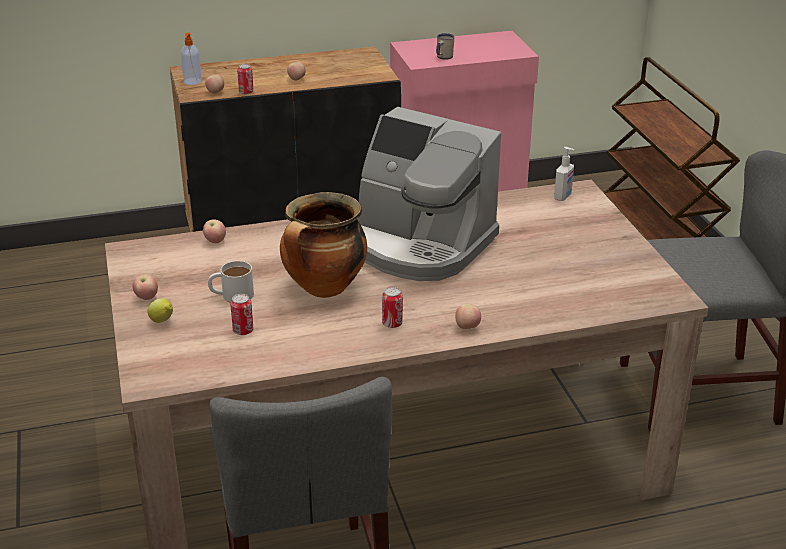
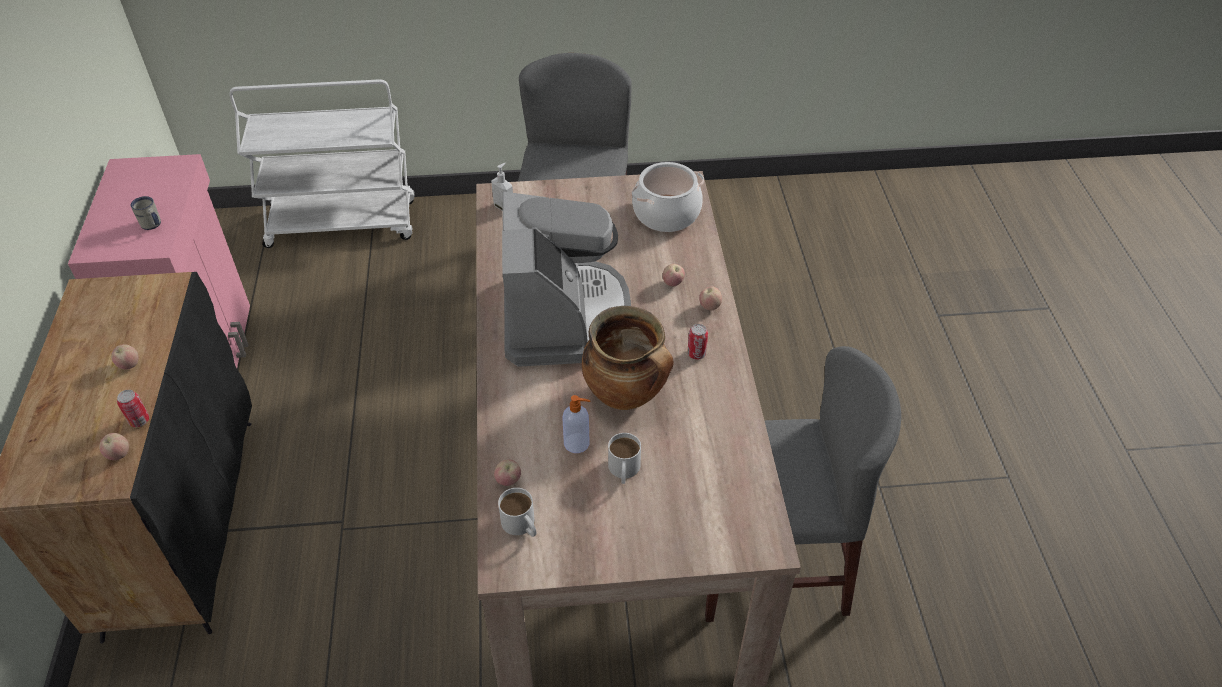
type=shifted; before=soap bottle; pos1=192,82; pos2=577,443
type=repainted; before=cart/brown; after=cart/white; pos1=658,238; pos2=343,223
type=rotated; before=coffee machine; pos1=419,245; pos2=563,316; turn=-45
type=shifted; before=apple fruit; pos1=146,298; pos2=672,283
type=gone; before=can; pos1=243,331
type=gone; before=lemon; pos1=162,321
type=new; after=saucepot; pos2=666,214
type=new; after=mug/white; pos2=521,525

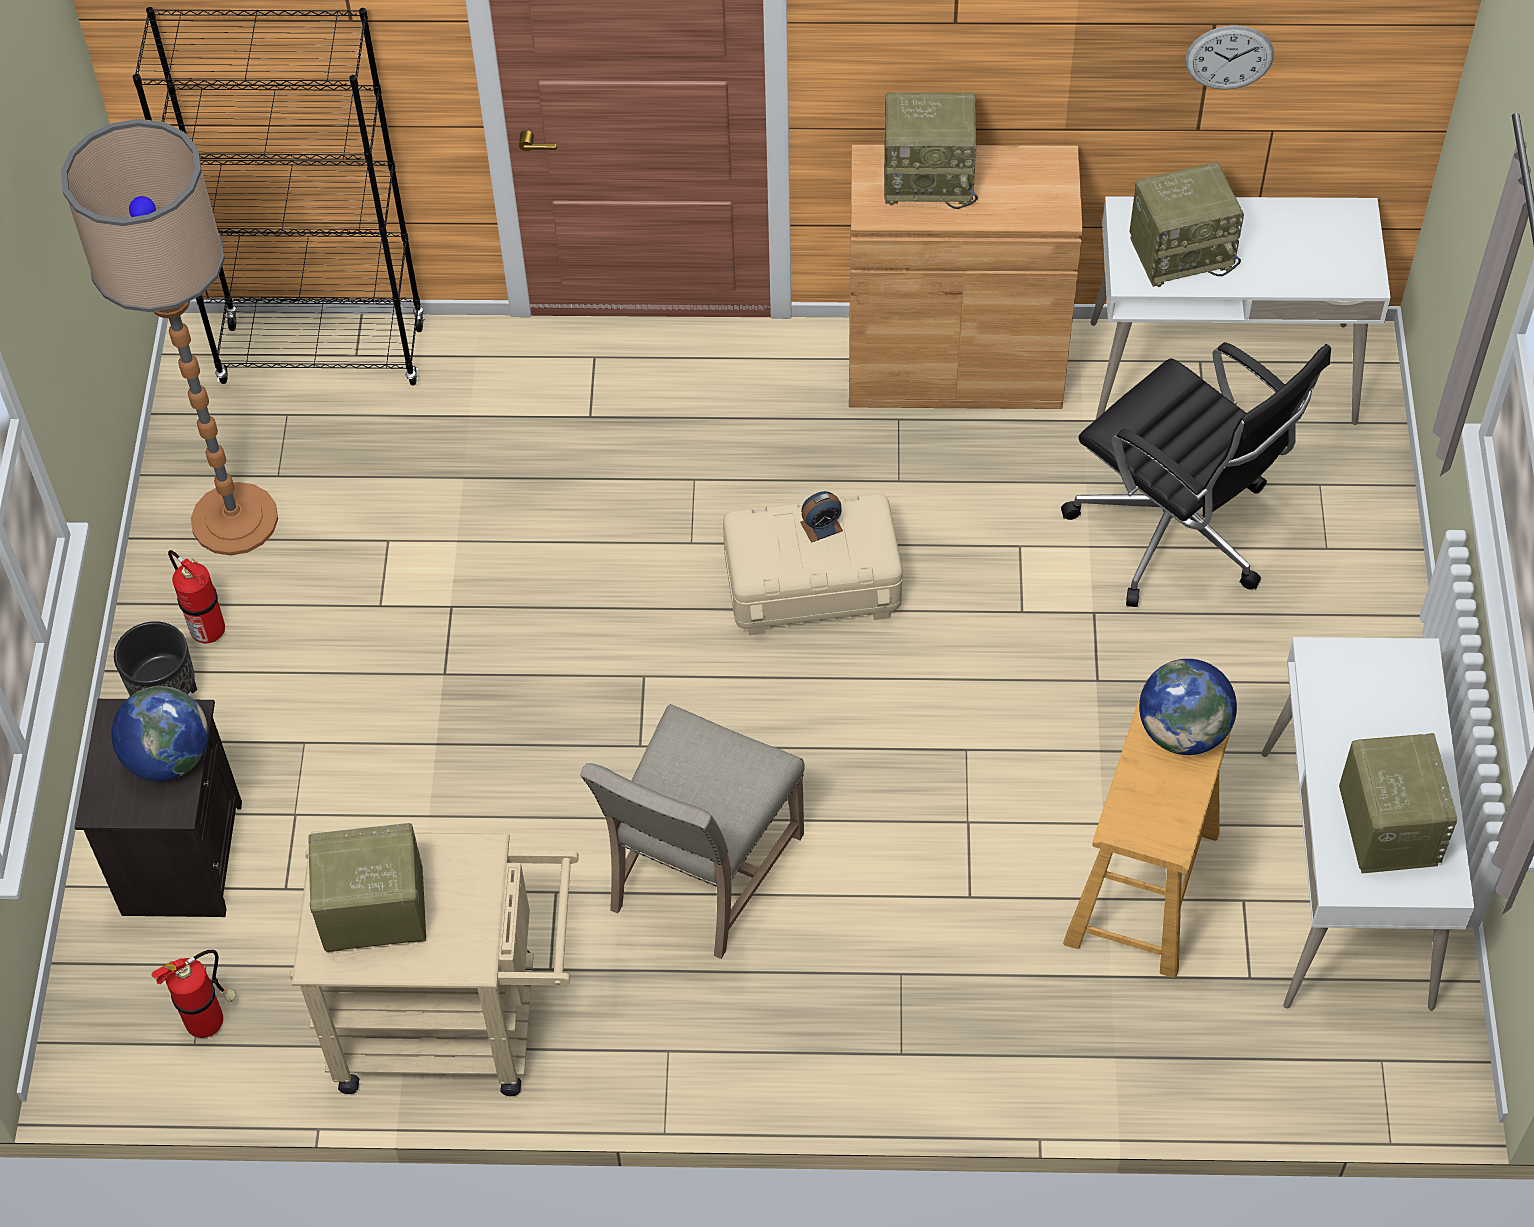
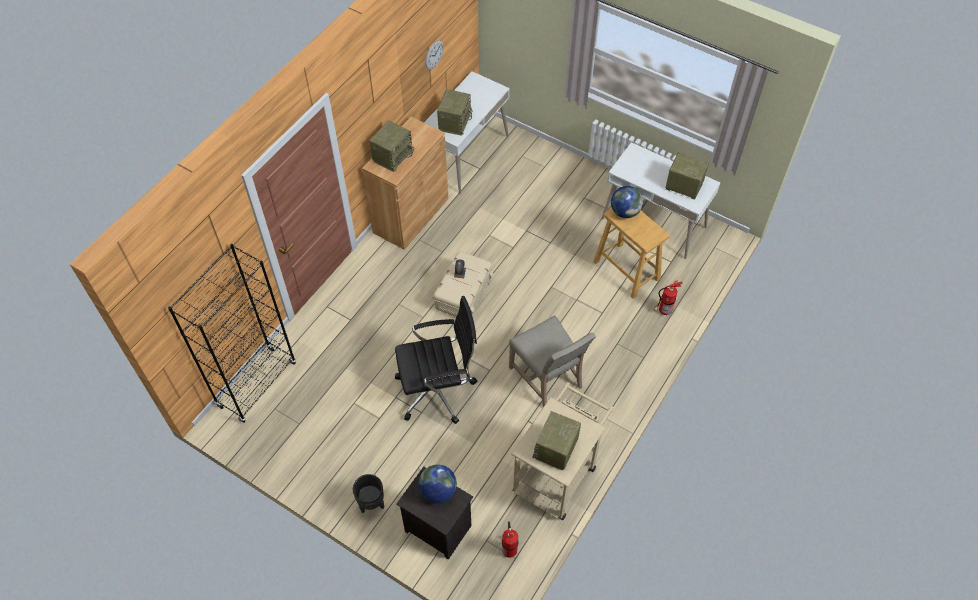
type=gone; before=standing lamp; pos1=234,519
type=shifted; before=desk chair/black; pos1=1177,532; pos2=438,390
type=shifted; before=extinguisher; pos1=206,629; pos2=663,311

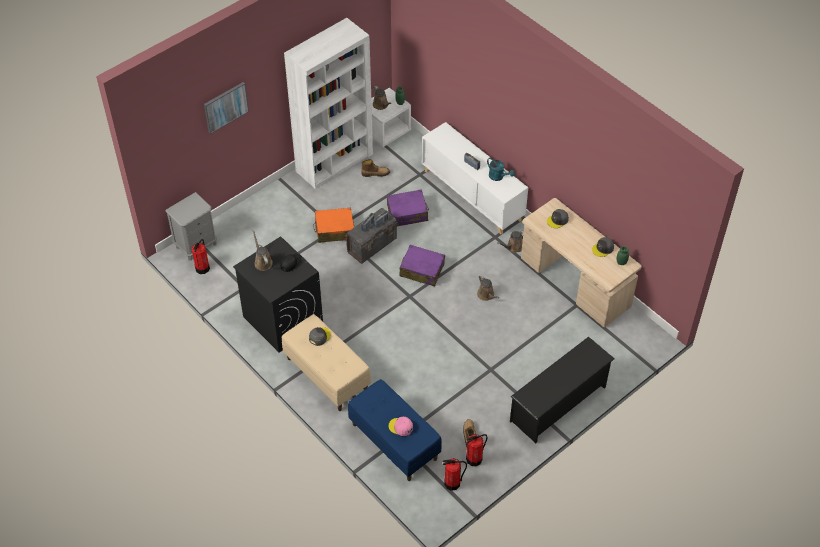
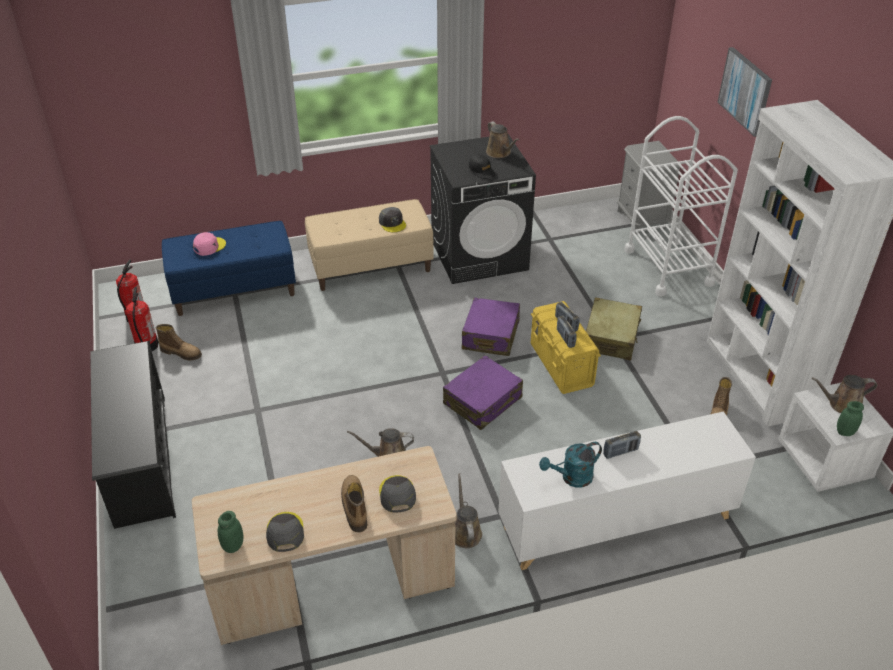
type=shifted; before=travel case/purple-coloured; pos1=407,213; pos2=490,335
type=repainted; before=travel case/orange; after=travel case/sand-coloured; pos1=334,230; pos2=611,337
type=repainted; before=storage box/grey; after=storage box/yellow; pos1=372,245; pos2=561,365
type=rotated; before=watering can/brown; pos1=262,262; pos2=499,153; turn=60
type=gone; before=extinguisher; pos1=202,268
type=new; after=cart/white; pos2=668,267
type=new; after=high-top boot; pos2=354,507

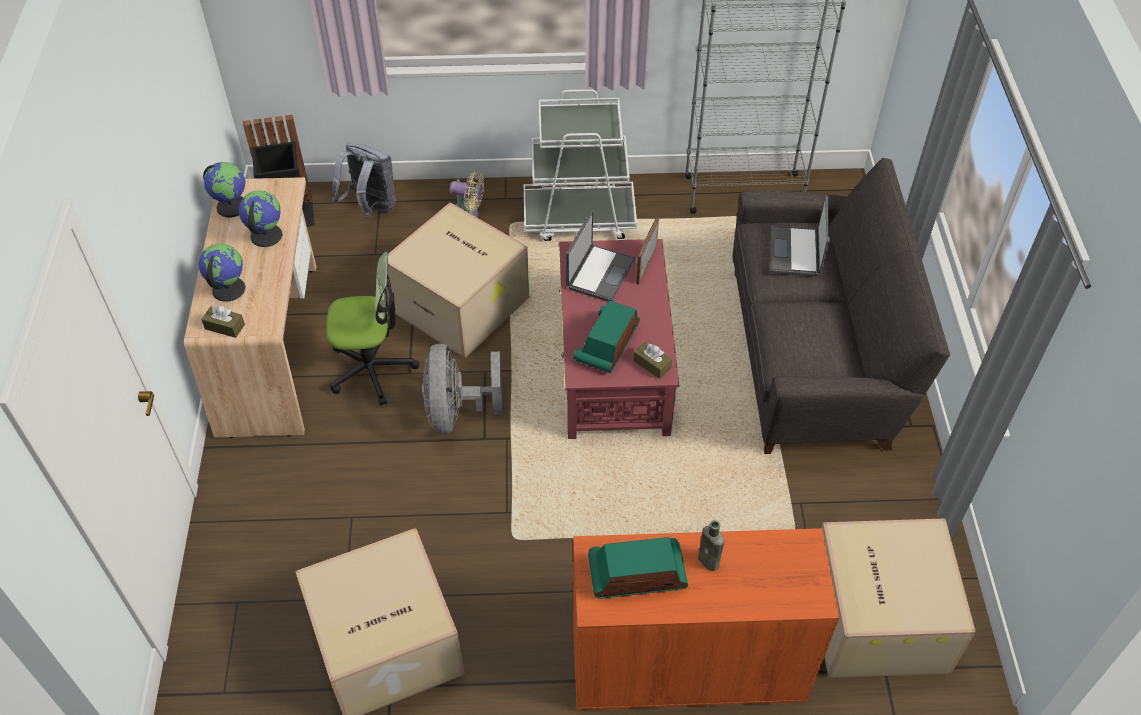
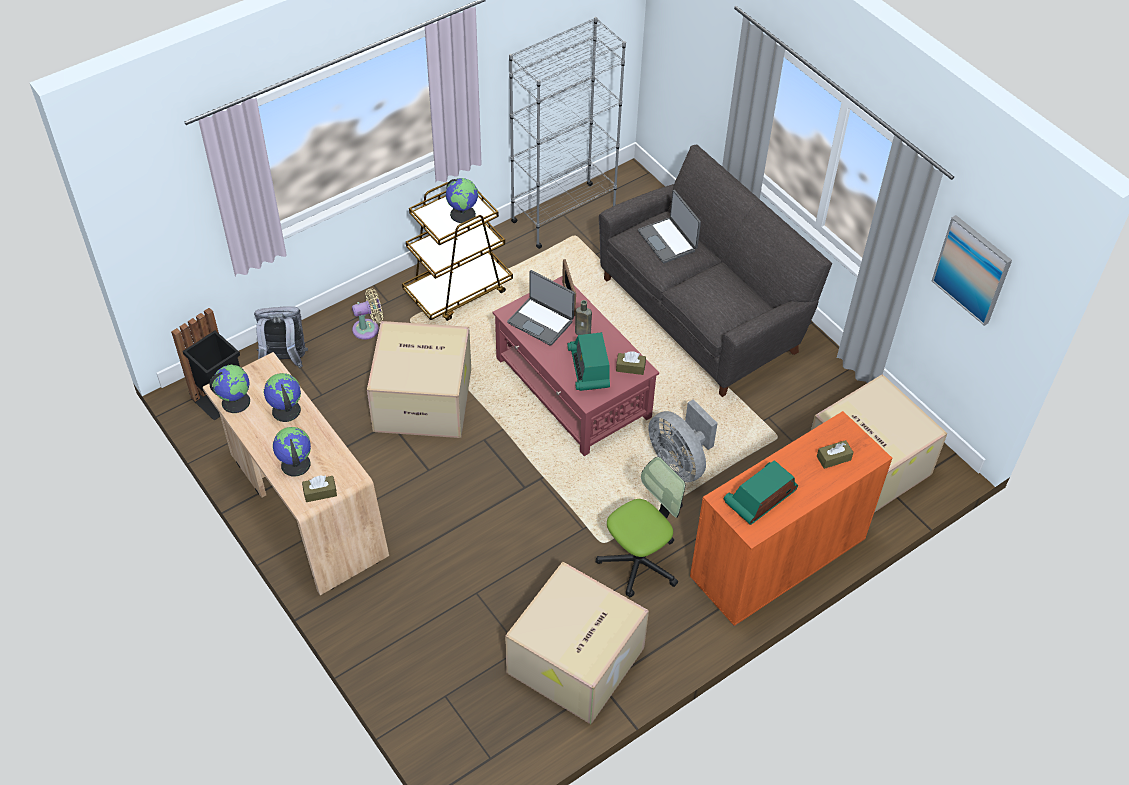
type=repainted; before=cart/white; after=cart/brown; pos1=580,218; pos2=458,290
type=rotated; before=portable computer; pos1=599,273; pos2=541,321; turn=135
type=shifted; before=desk chair; pos1=372,369; pos2=639,562
type=shifted; before=cooling fan/grey; pos1=457,412; pos2=679,462
type=shifted; before=beverage bottle/brown; pos1=710,562; pos2=584,332
type=new; after=globe; pos2=463,213
type=new; after=wall art; pos2=972,269
type=new; after=box of tissues/brown; pos2=833,458

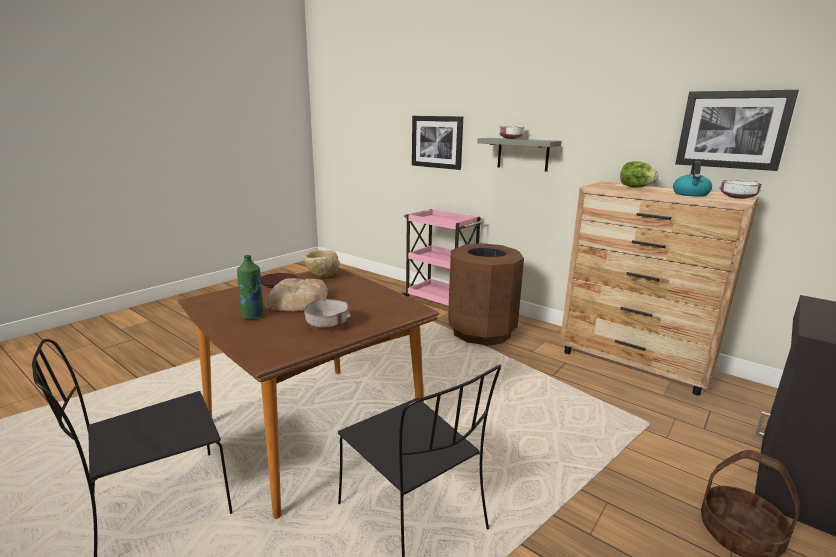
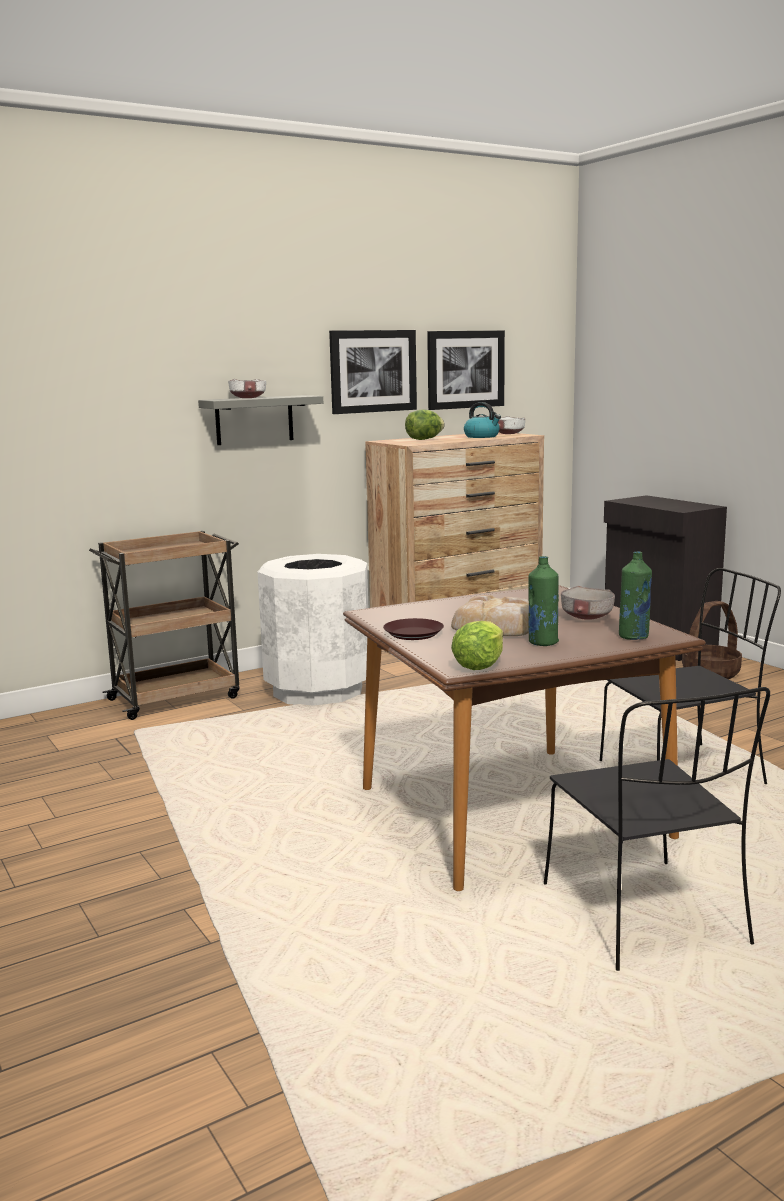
type=shifted; before=wall art; pos1=437,142; pos2=373,371
type=repainted; before=cart/pink-coloured; after=cart/brown; pos1=440,301; pos2=176,698
type=repainted; before=trash can/brown; after=trash can/white; pos1=481,332; pos2=318,690
type=gone; before=bowl/sand-coloured; pos1=322,276
type=new; after=beverage bottle/green; pos2=634,637
type=new; after=lettuce; pos2=479,665

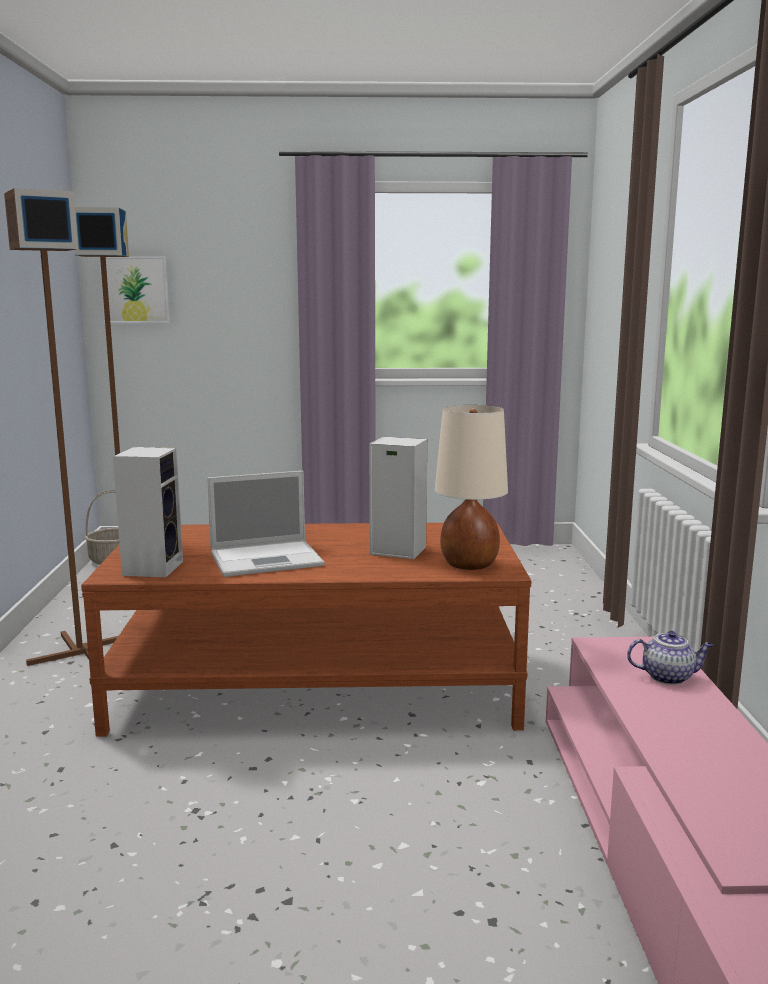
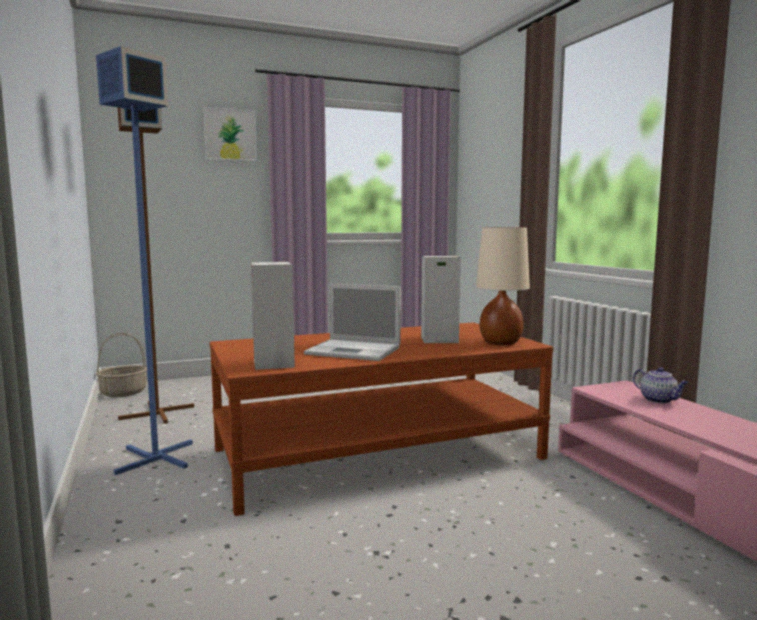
type=repainted; before=standing lamp/brown; after=standing lamp/bluish; pos1=78,651; pos2=154,458
type=shifted; before=wall art; pos1=135,289; pos2=230,135
type=rotated; before=portable computer; pos1=268,559; pos2=355,351; turn=60
type=rotated; before=tea pot; pos1=668,677; pos2=659,400; turn=75

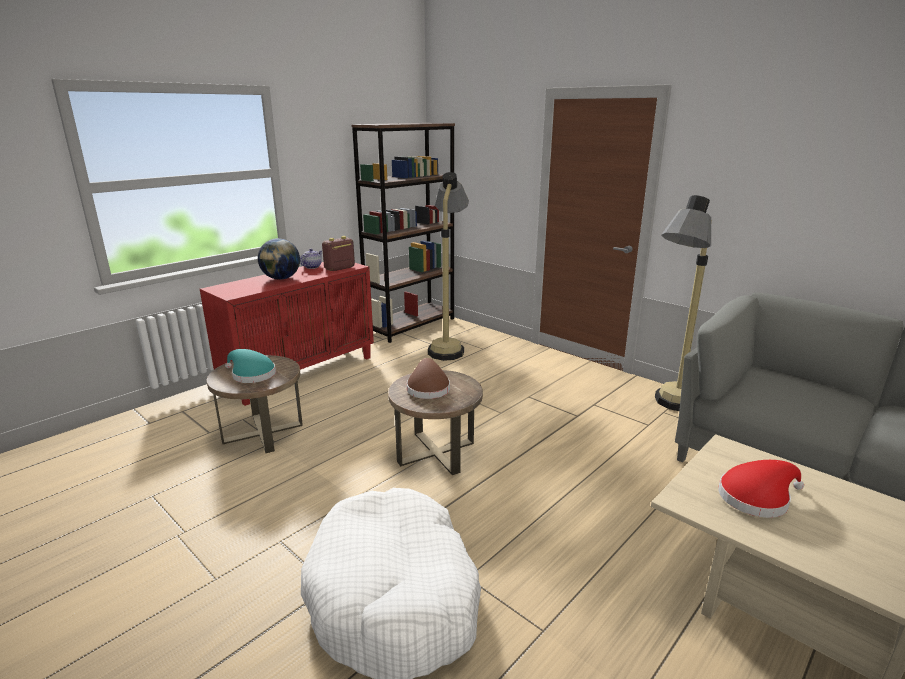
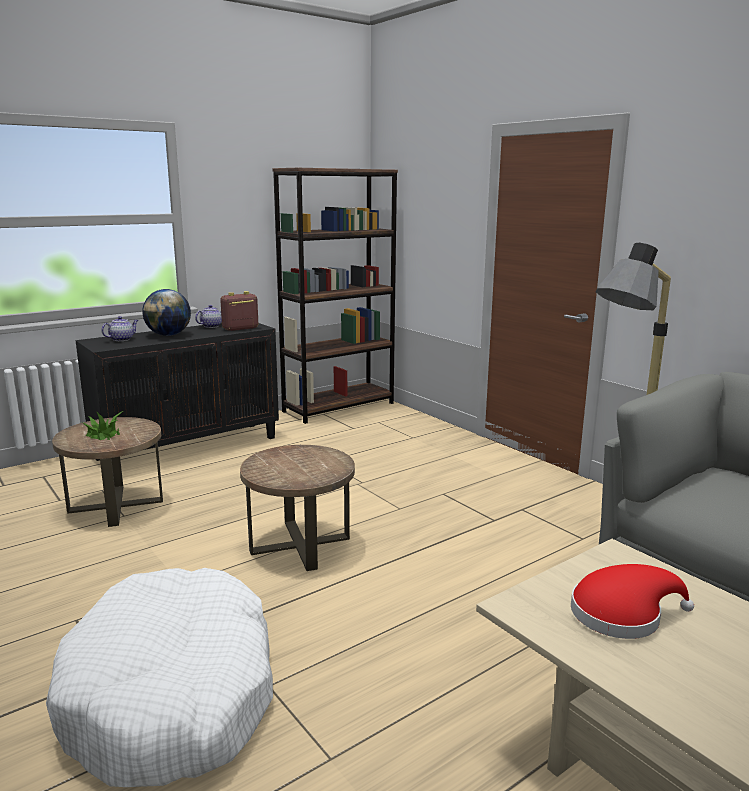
type=gone; before=standing lamp; pos1=448,346
type=repainted; before=storage cabinet/reddish; after=storage cabinet/black; pos1=301,372; pos2=189,447
type=swapped; before=clothing hat/blue-green; after=houseplant; pos1=251,374; pos2=103,435
type=gone; before=clothing hat/brown; pos1=428,388
type=new; after=tea pot; pos2=122,339

